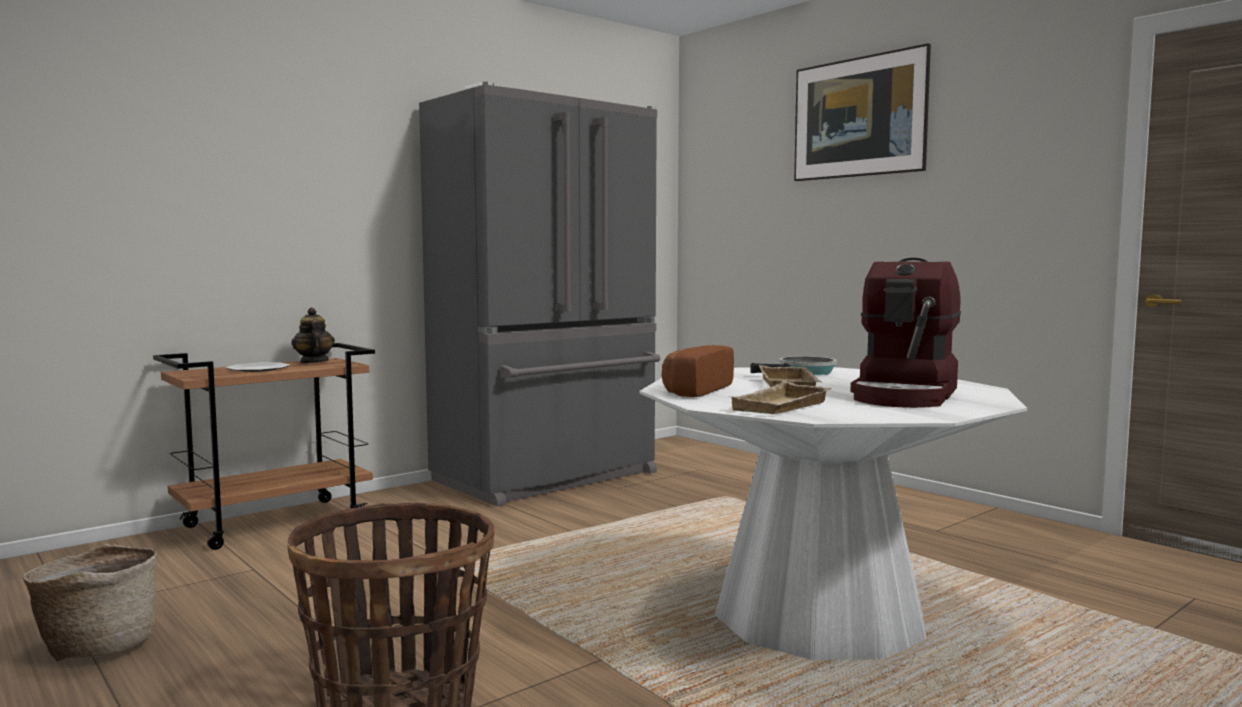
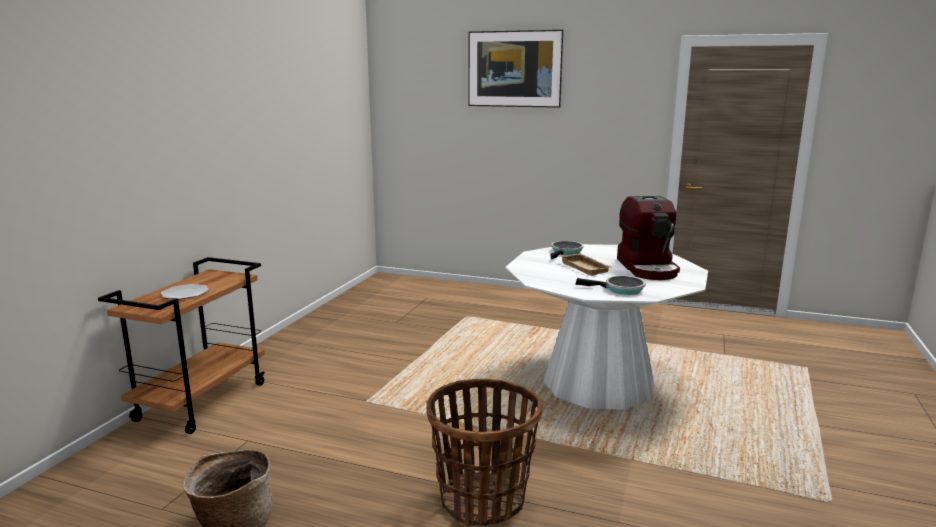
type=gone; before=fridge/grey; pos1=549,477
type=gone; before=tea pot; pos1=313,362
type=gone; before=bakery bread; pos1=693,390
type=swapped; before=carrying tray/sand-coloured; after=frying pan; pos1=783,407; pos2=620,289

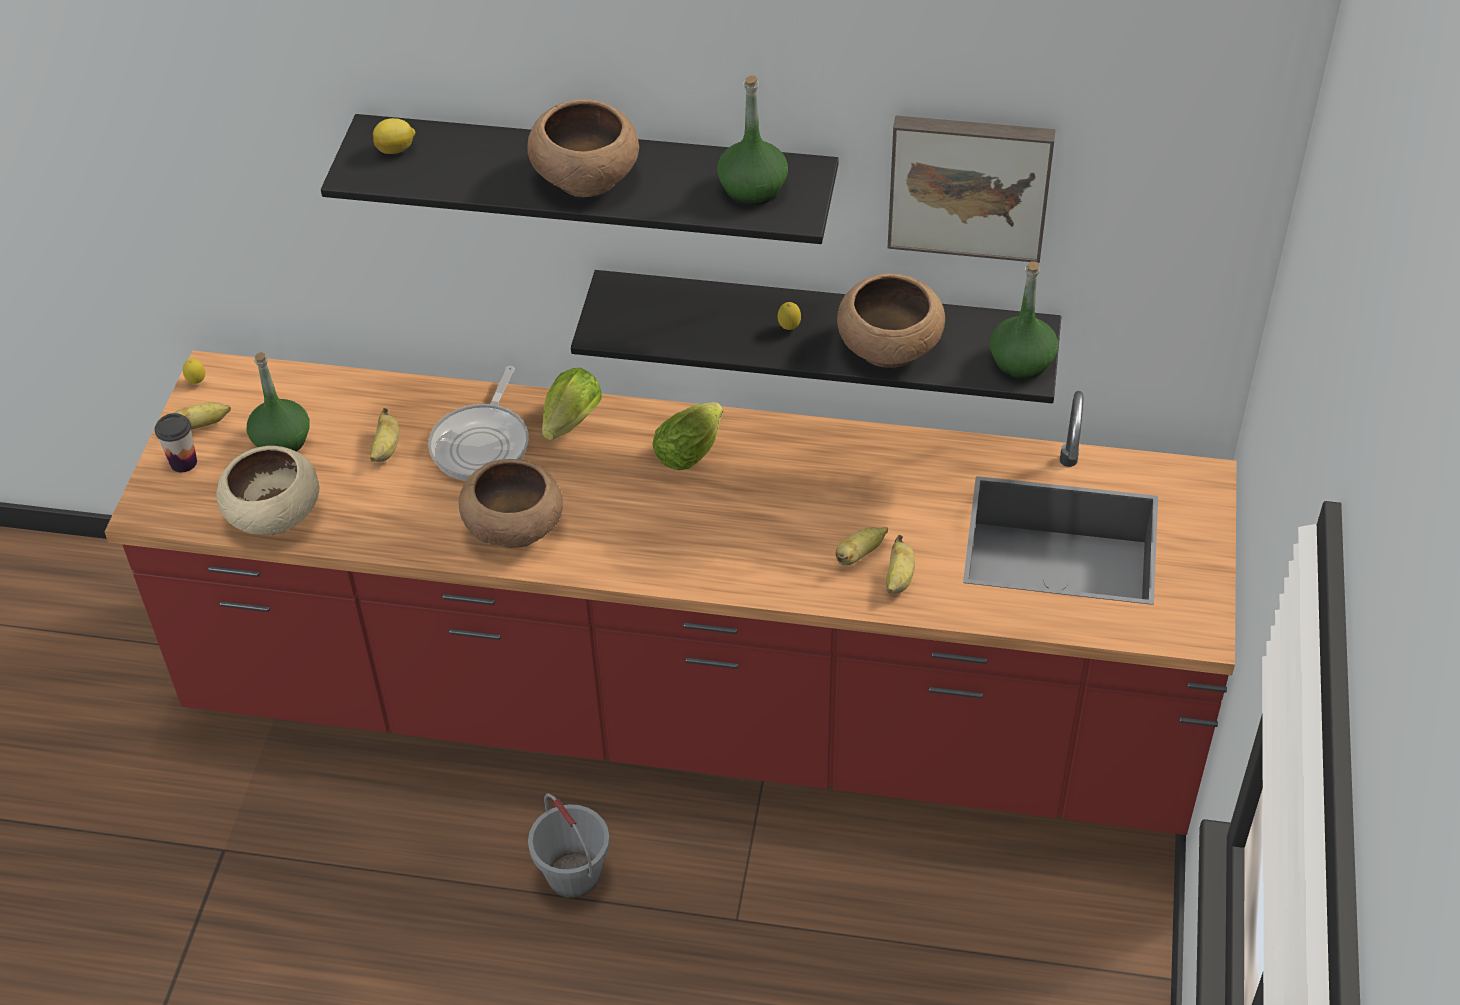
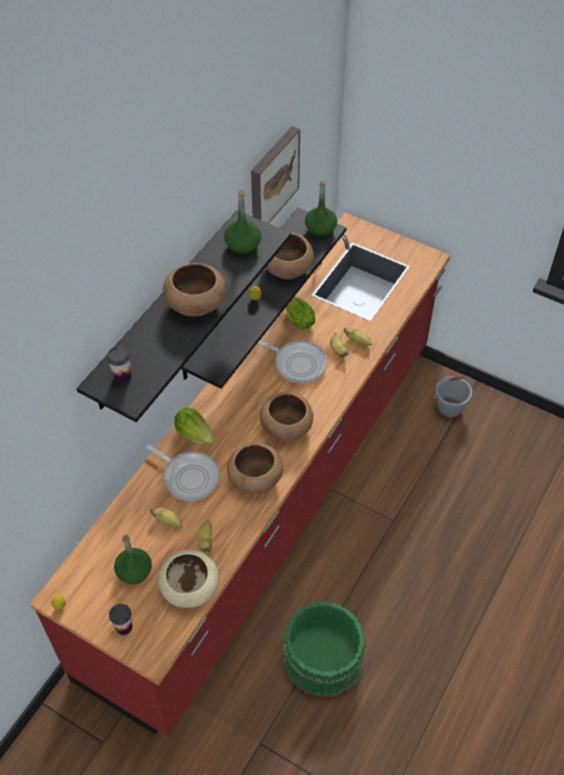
type=swapped; before=lemon; after=small cup; pos1=396,149; pos2=122,376
type=shifted; before=banana; pos1=202,425; pos2=206,540
type=shifted; before=lettuce; pos1=692,449; pos2=297,319
type=shifted; before=pail/grey; pos1=574,875; pos2=449,408
type=new; after=frying pan; pos2=297,363
type=new; after=bowl/brown; pos2=286,426
type=new; after=pail/green; pos2=324,657

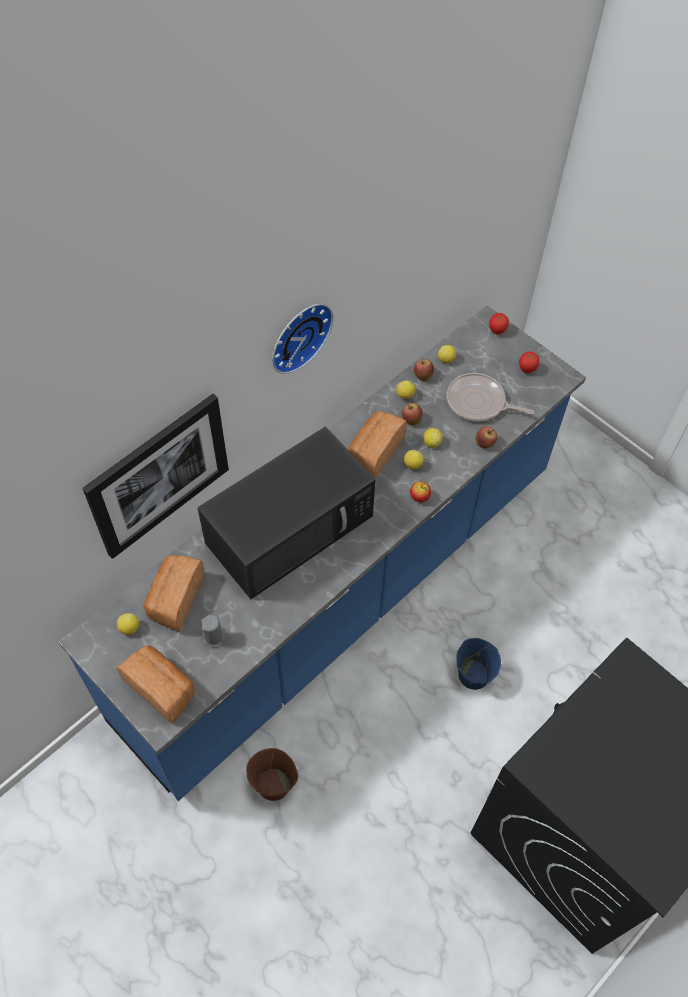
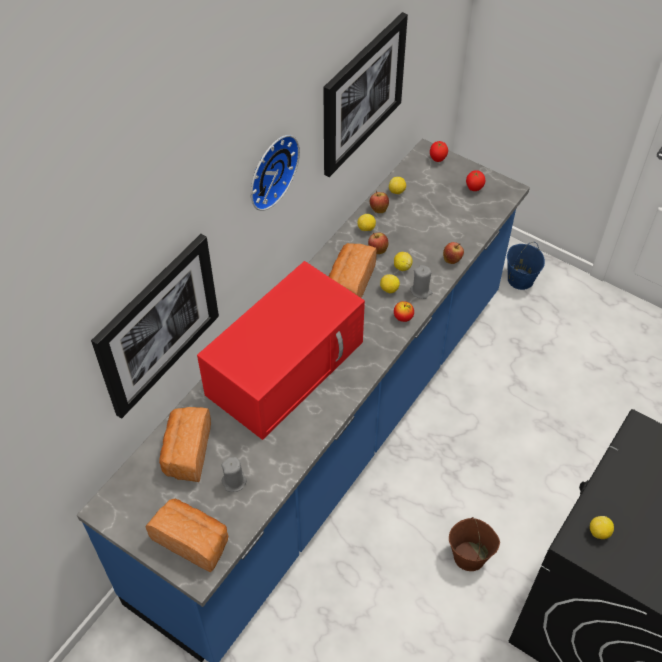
type=gone; before=frying pan; pos1=478,402
type=repainted; before=microwave oven/black; after=microwave oven/reddish; pos1=291,527; pos2=286,366
type=shifted; before=lemon; pos1=129,628; pos2=599,532
type=shifted; before=pail/bluish; pos1=473,674; pos2=520,279
type=shifted; before=pail/brown; pos1=274,784; pos2=470,556
type=new; after=wall art; pos2=362,94
type=new; after=wax light/grey; pos2=421,291

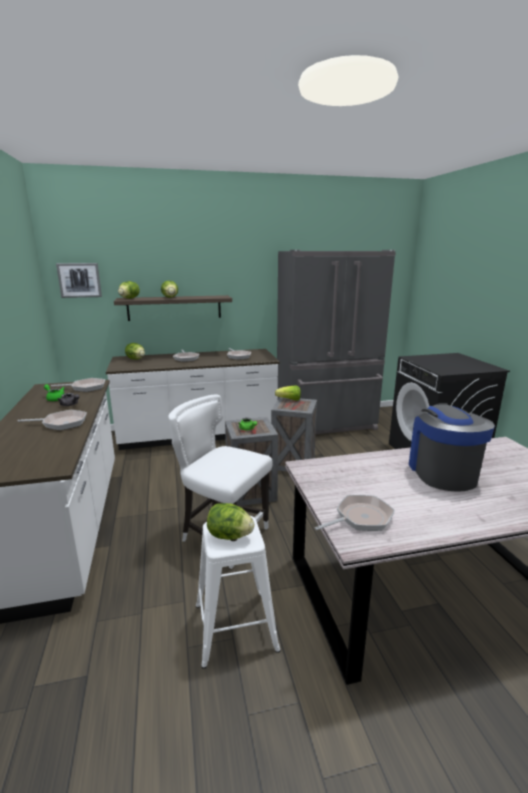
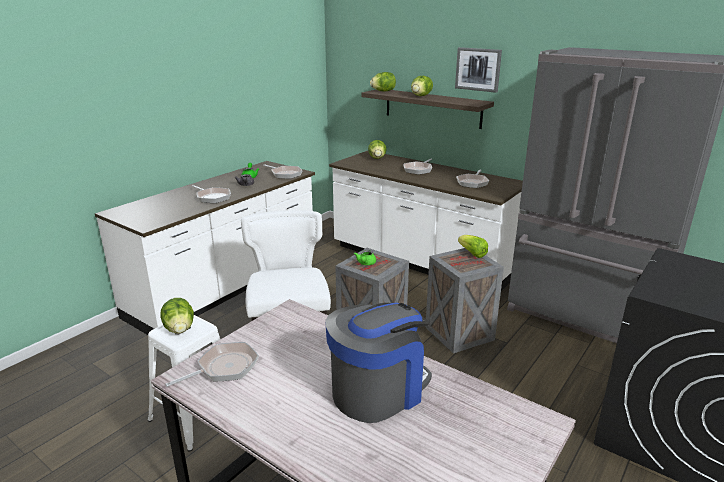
type=shifted; before=wall art; pos1=79,280; pos2=478,69
type=rotated; before=frying pan; pos1=360,518; pos2=224,368; turn=-60

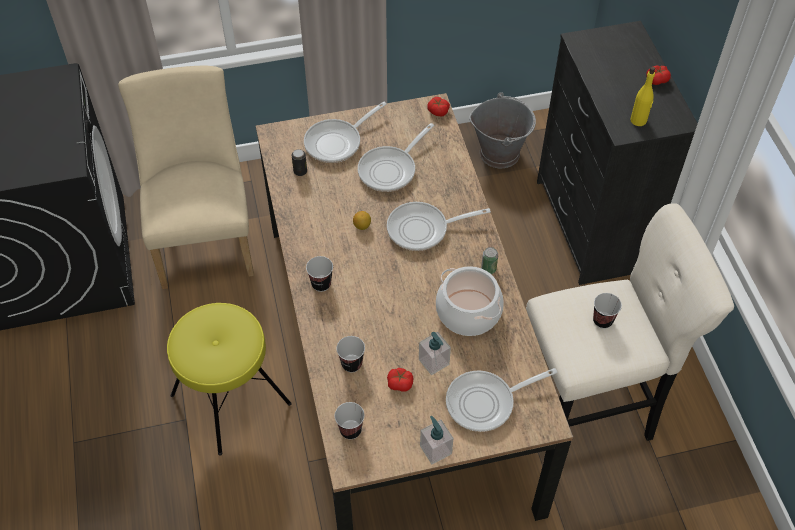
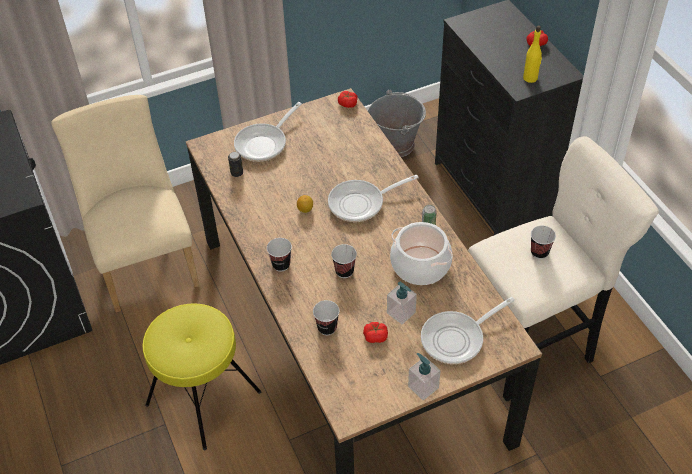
type=gone; before=frying pan; pos1=391,170
type=shifted; before=small cup; pos1=350,430; pos2=344,271

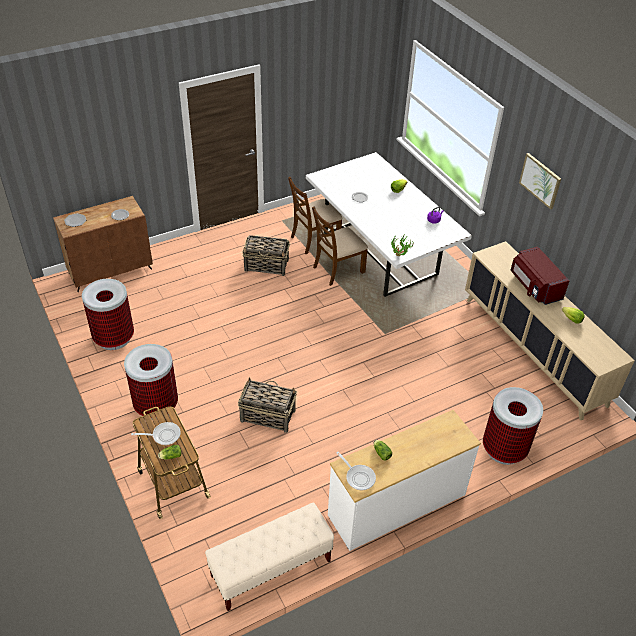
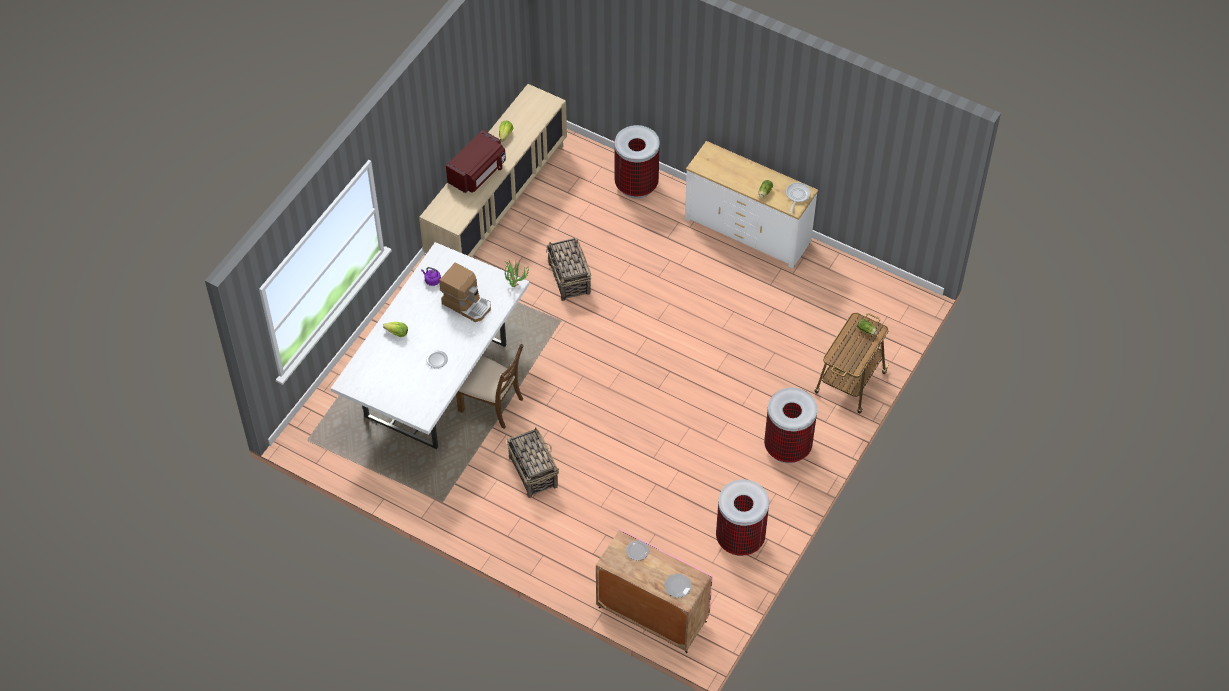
type=gone; before=wall art; pos1=540,180
type=gone; before=plain chair/brown; pos1=314,239
type=repainted; before=storage cabinet/brown; after=storage cabinet/pink-coloured; pos1=111,271; pos2=651,614
type=shifted; before=household basket; pos1=267,415; pos2=569,279
type=gone; before=frying pan; pos1=164,435
type=gone; before=bench/sand-coloured; pos1=270,569
type=new; after=coffee machine; pos2=467,304

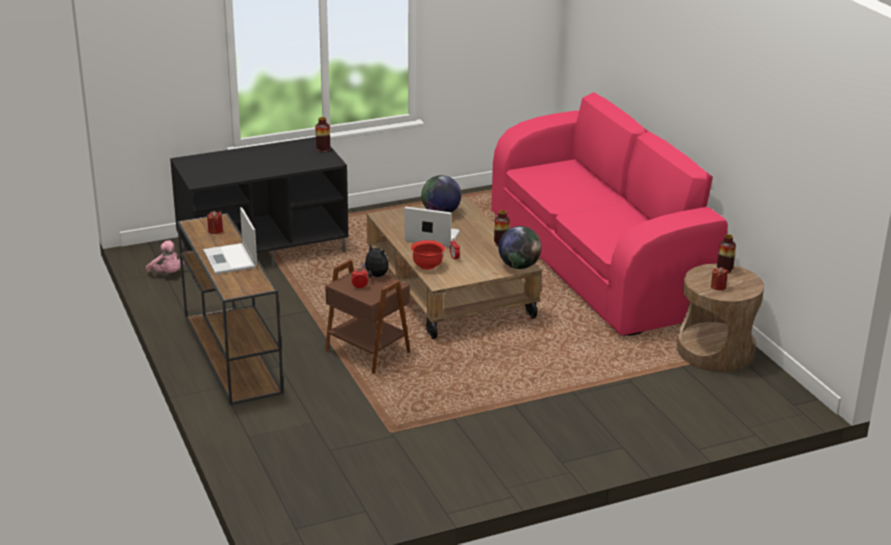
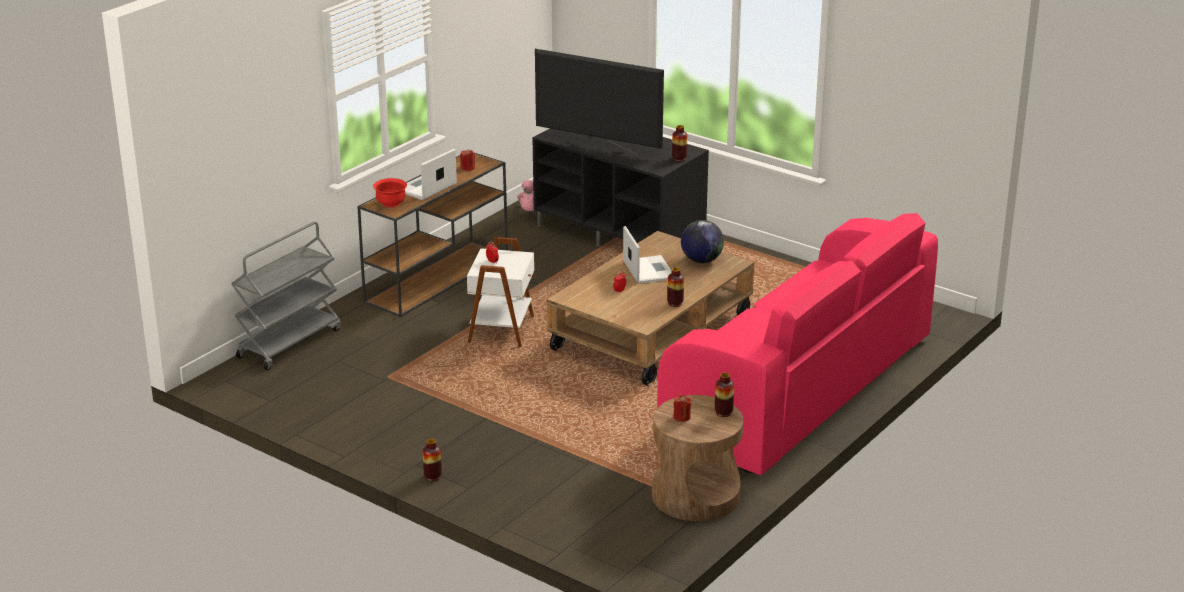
type=gone; before=globe; pos1=519,266
type=shifted; before=bowl/reddish; pos1=427,266; pos2=391,204
type=gone; before=plush toy; pos1=375,276
type=repainted; before=accent table/brown; after=accent table/white; pos1=368,351; pos2=503,330
type=new; after=TV; pos2=598,146
type=new; after=cart/grey; pos2=289,342
type=new; after=decorative vase; pos2=432,477

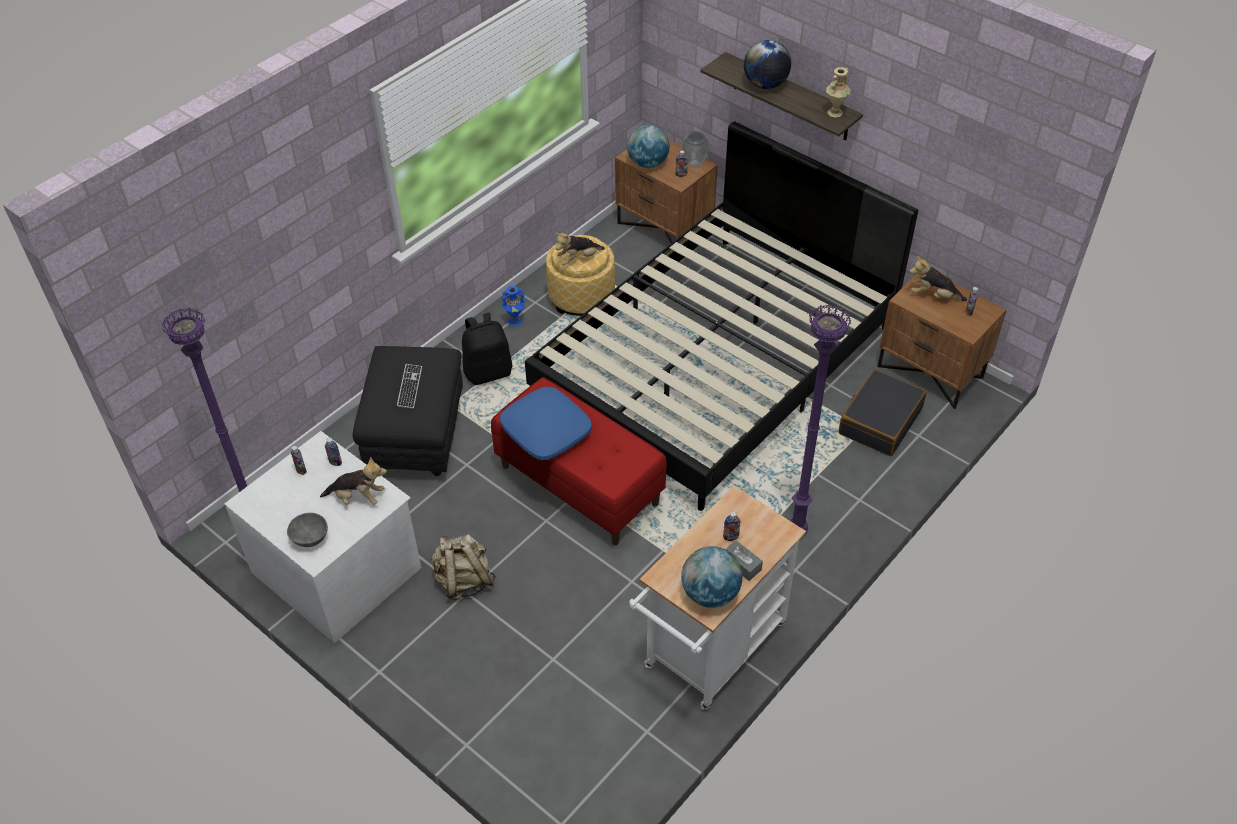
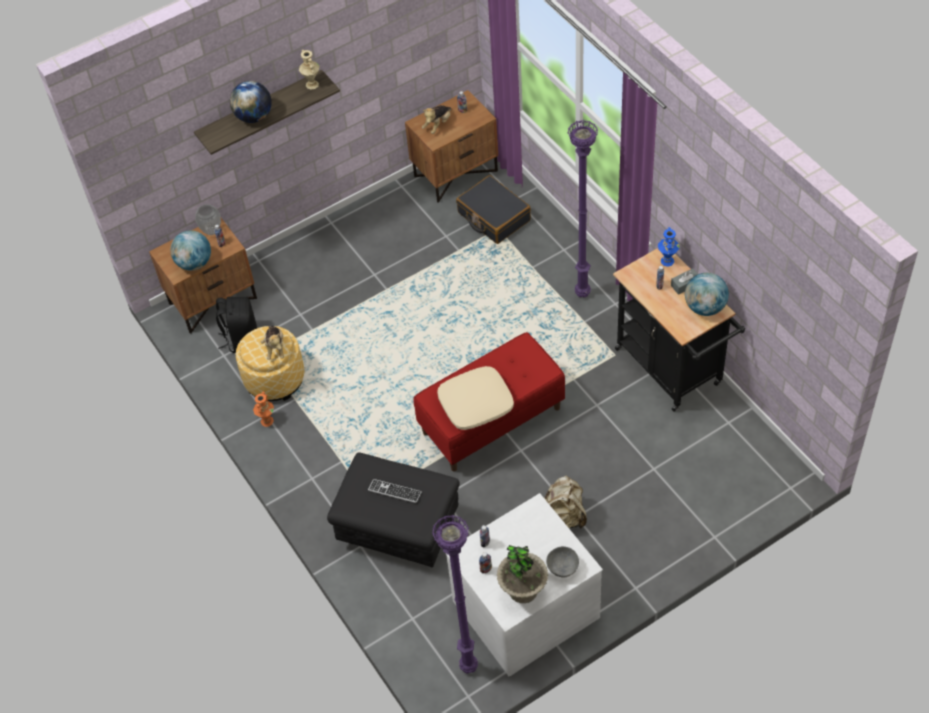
type=gone; before=bed/black; pos1=716,362
type=shifted; before=decorative vase/bluish; pos1=515,321; pos2=667,261
type=shifted; before=backpack/black; pos1=488,372; pos2=241,339
type=repainted; before=pillow/bluish; after=pillow/sand-coloured; pos1=546,430; pos2=476,403
type=gone; before=plush toy; pos1=357,497
type=repainted; before=cart/white; after=cart/black; pos1=710,652; pos2=673,371
type=new; after=decorative vase/orange; pos2=266,421
type=new; after=houseplant; pos2=523,590

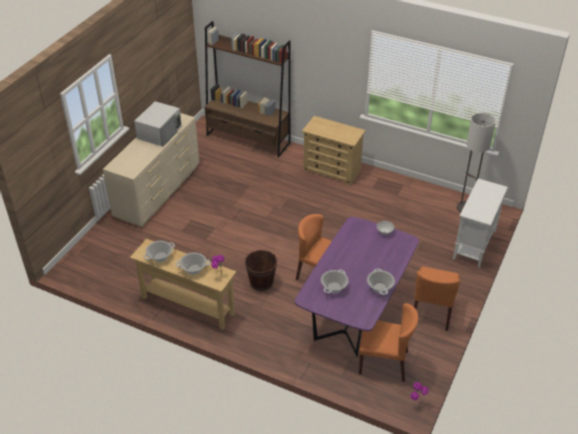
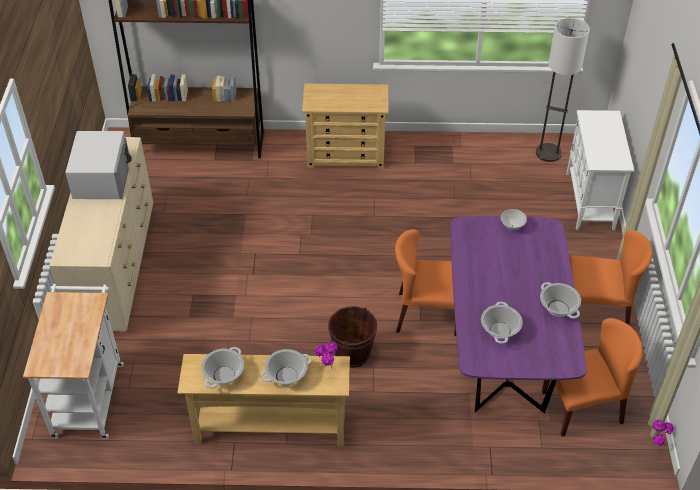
type=rotated; before=plain chair/orange; pos1=432,311; pos2=596,312; turn=-75
type=new; after=cart/white; pos2=89,394

